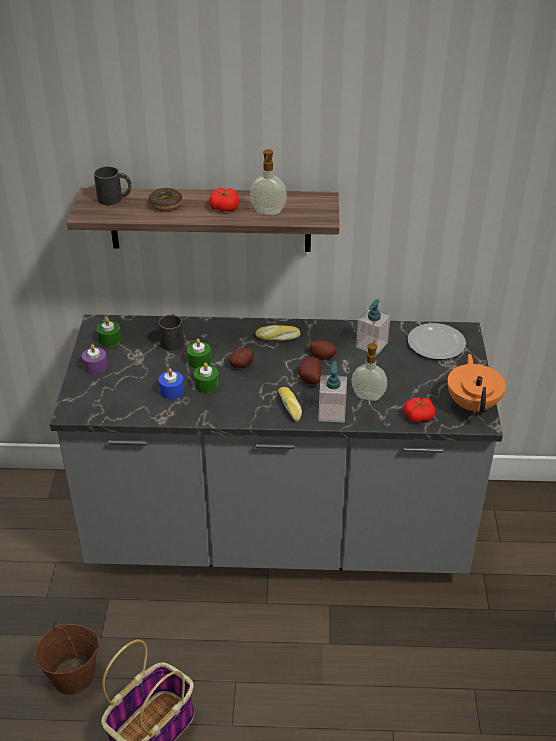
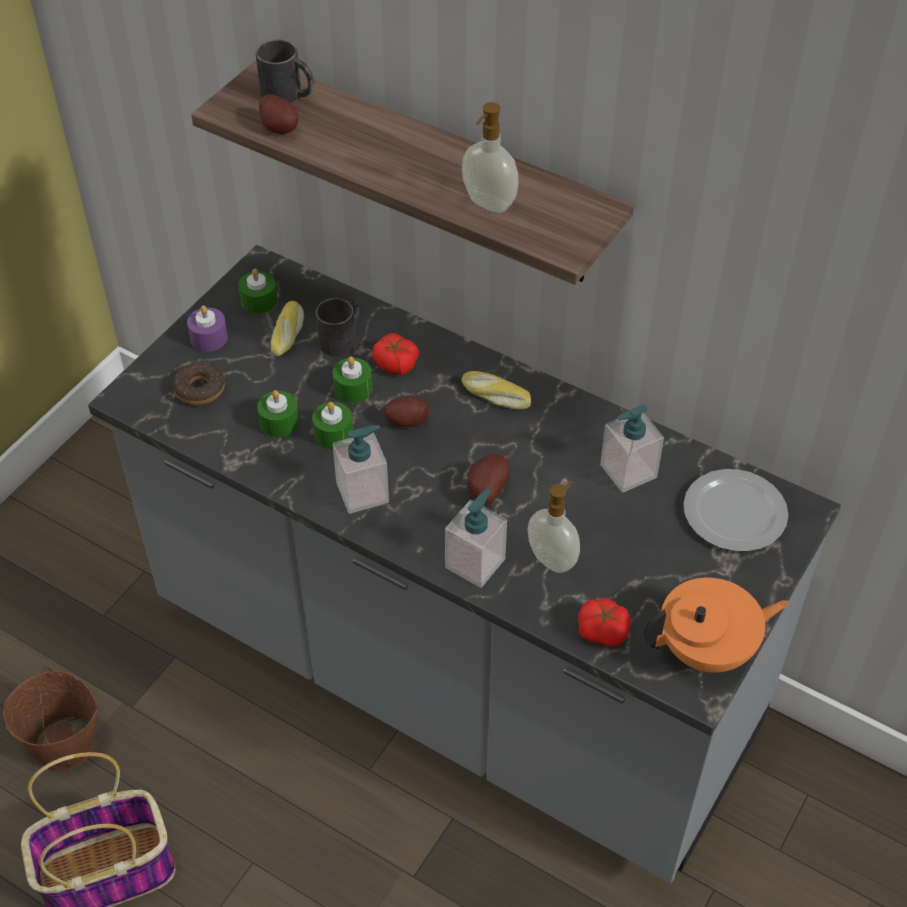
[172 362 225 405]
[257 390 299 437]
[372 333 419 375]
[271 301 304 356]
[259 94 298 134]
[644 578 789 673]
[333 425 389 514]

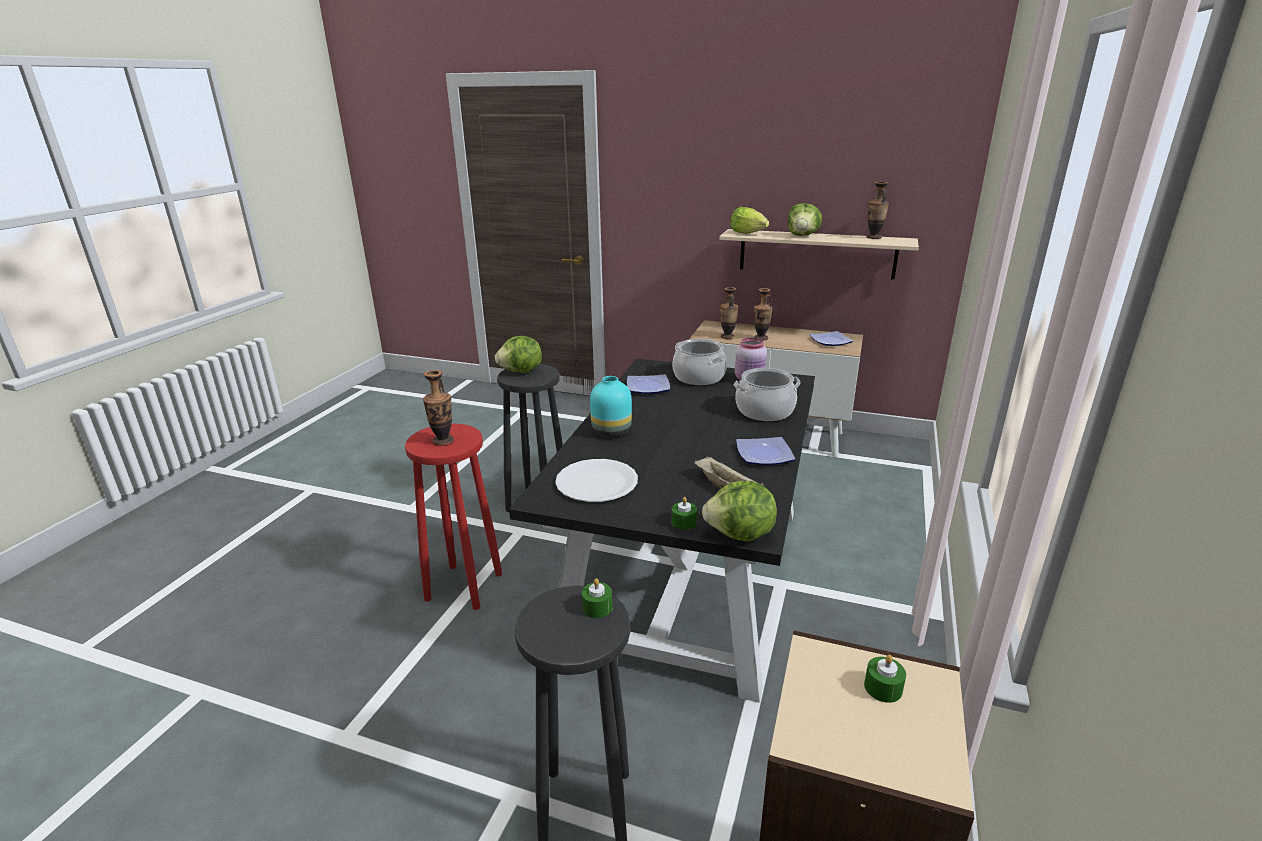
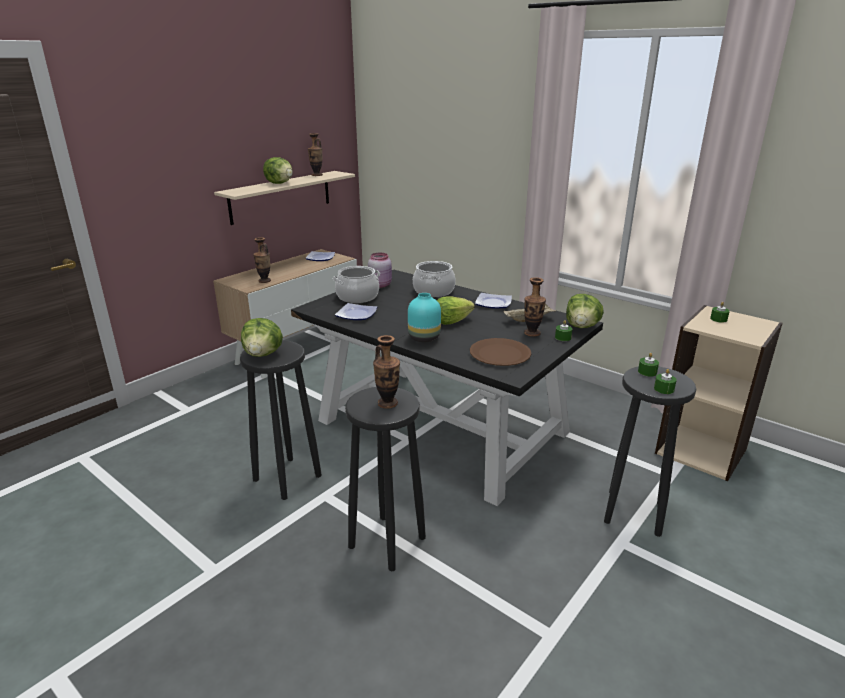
[345 387 426 571]
[470 338 531 366]
[437 296 475 325]
[524 277 546 337]
[654 369 677 394]

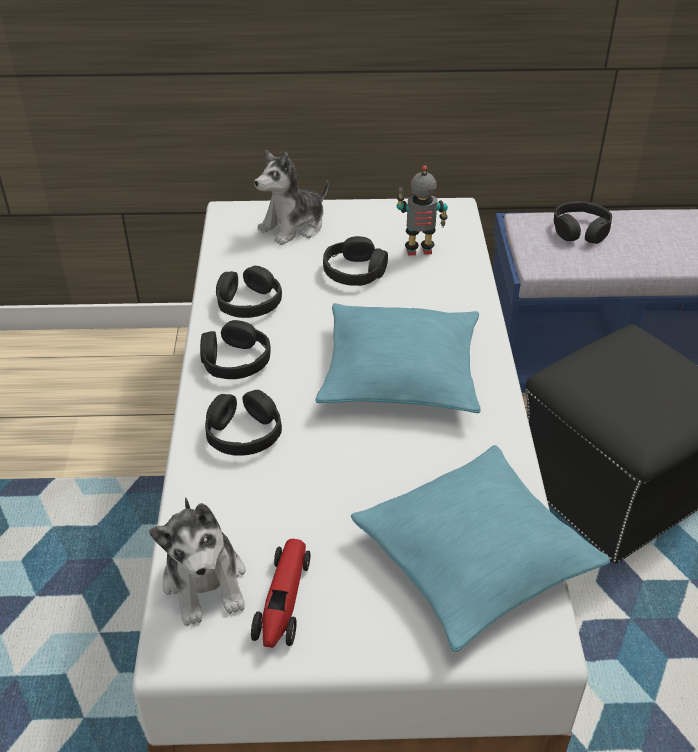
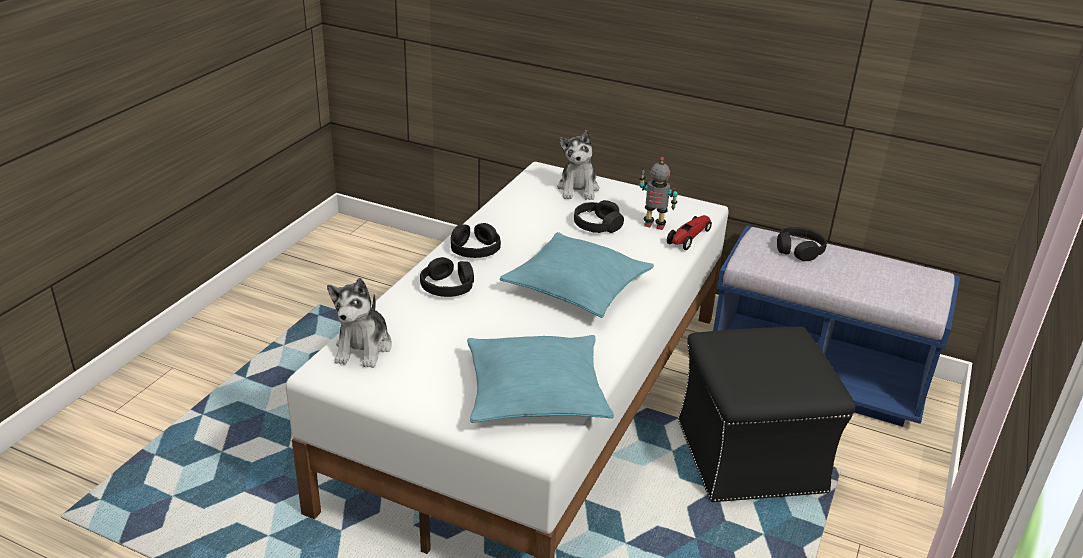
[216 266 282 318] (first image)
[667 215 712 250]
[557 130 599 200]

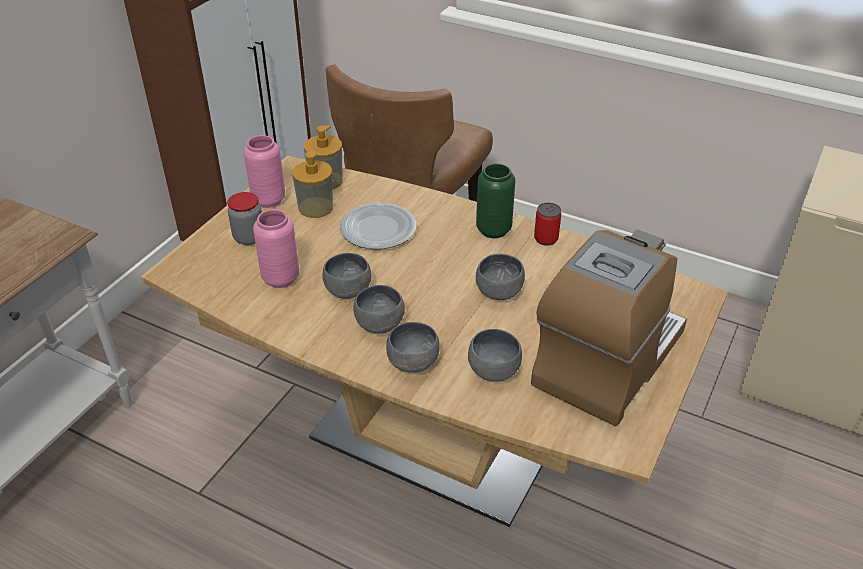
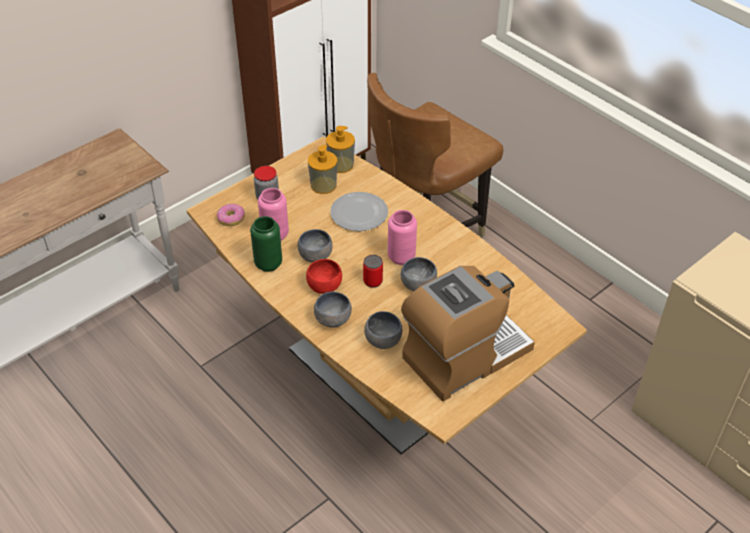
[388 210 417 265]
[306 259 342 294]
[250 216 282 272]
[363 255 383 288]
[217 204 245 226]

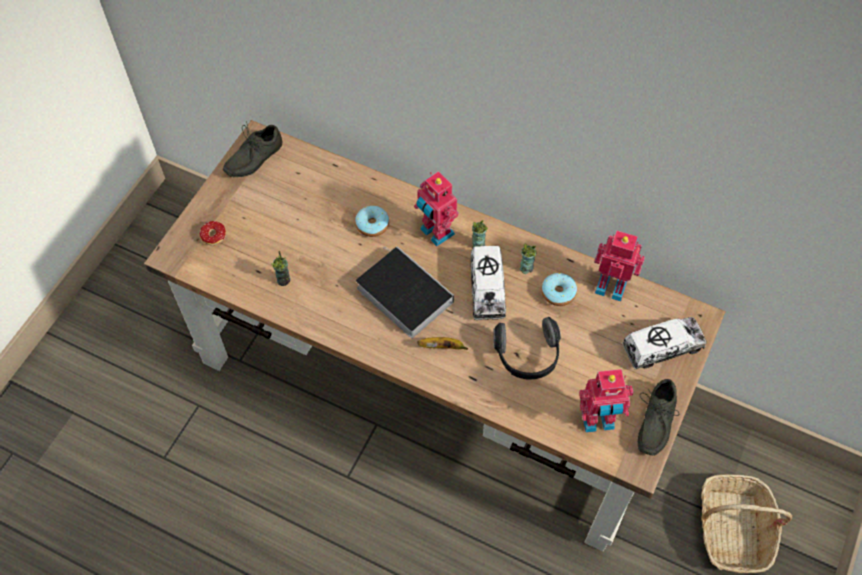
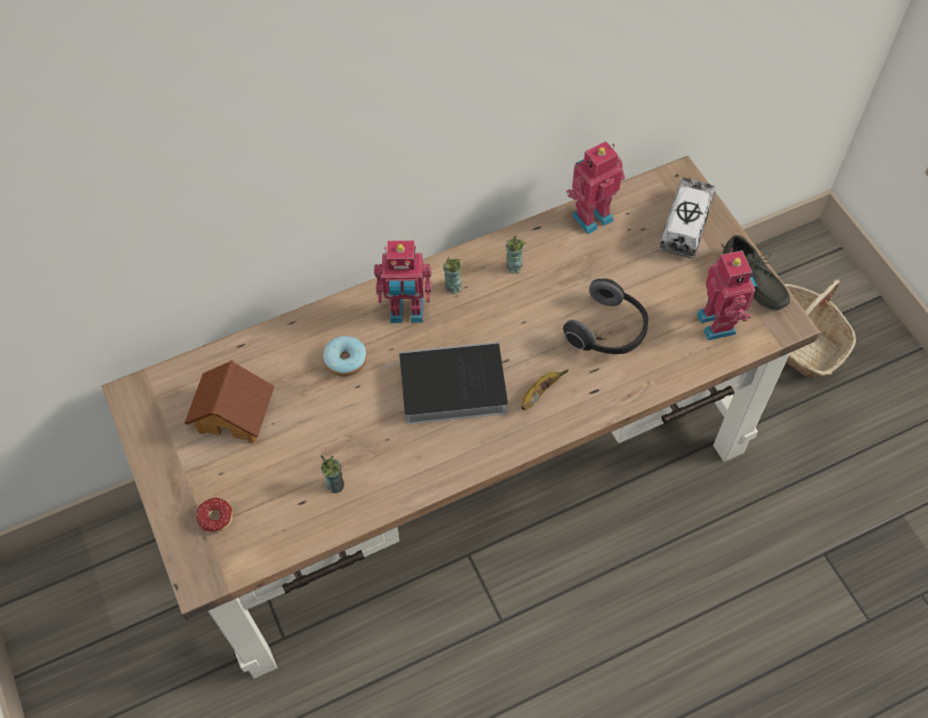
[223 121 282 177] (first image)
[470 246 506 320] (first image)
[541 273 577 306] (first image)
[697 248 758 340]
[184 360 275 443]

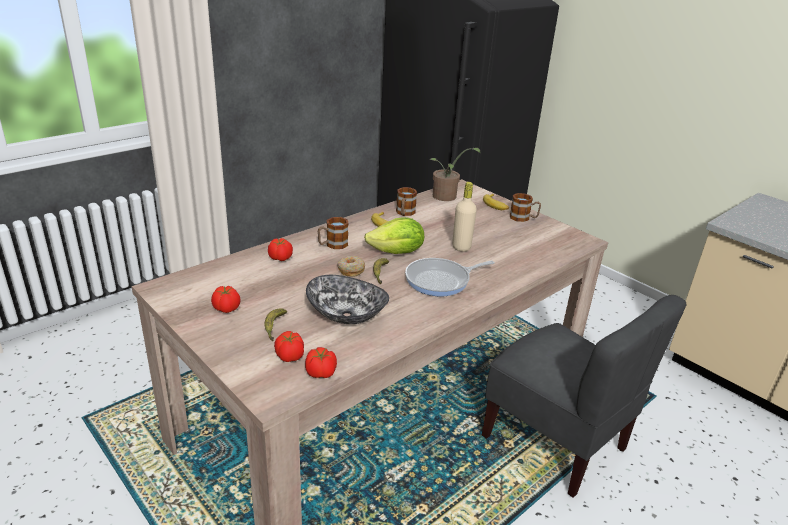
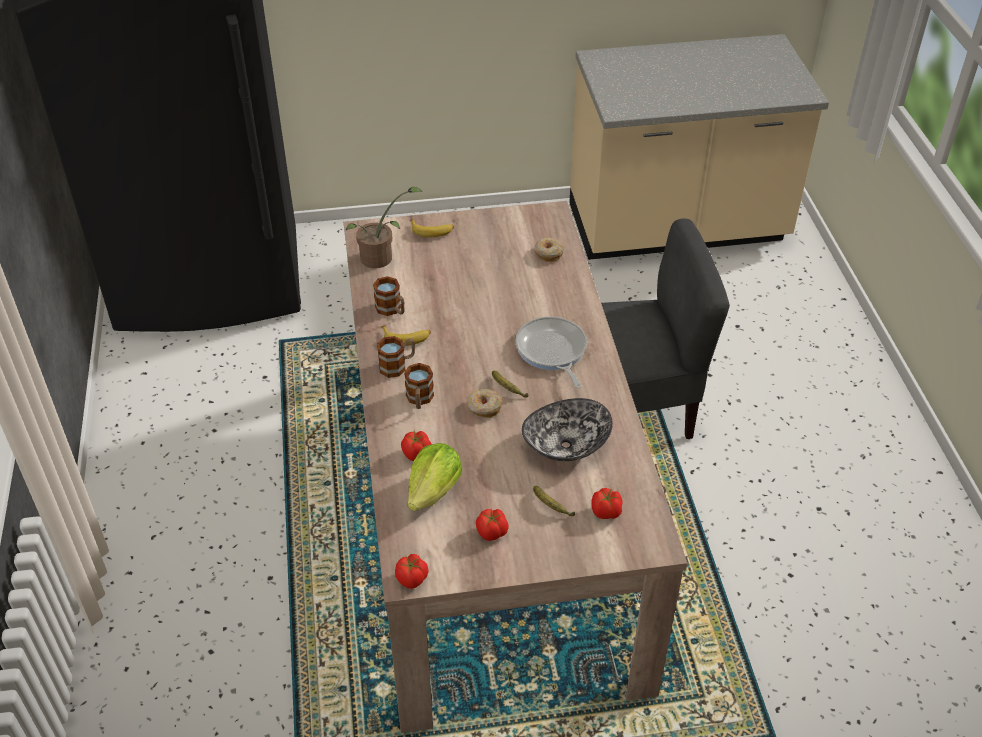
[395 554 429 589]
[408 443 462 511]
[515 316 587 388]
[452 182 477 252] (first image)
[377 336 415 378]
[534 238 564 262]

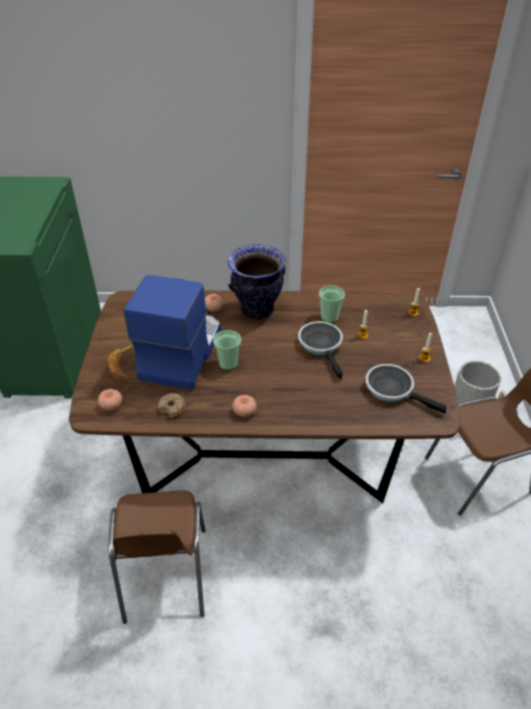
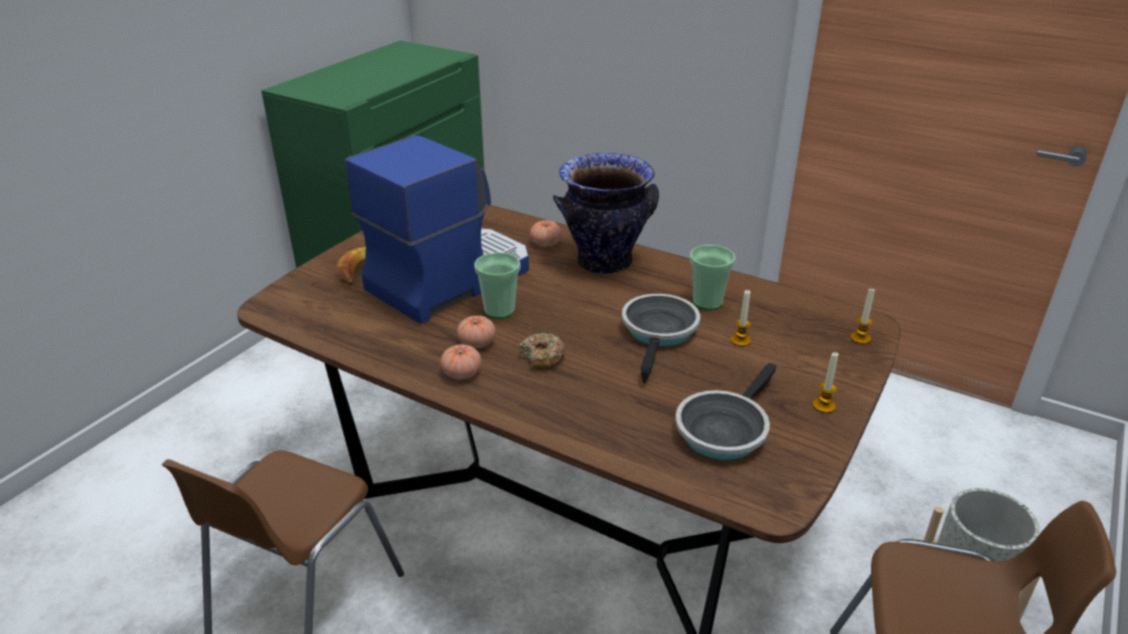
[457 316 496 348]
[519 333 566 370]
[675 363 777 460]

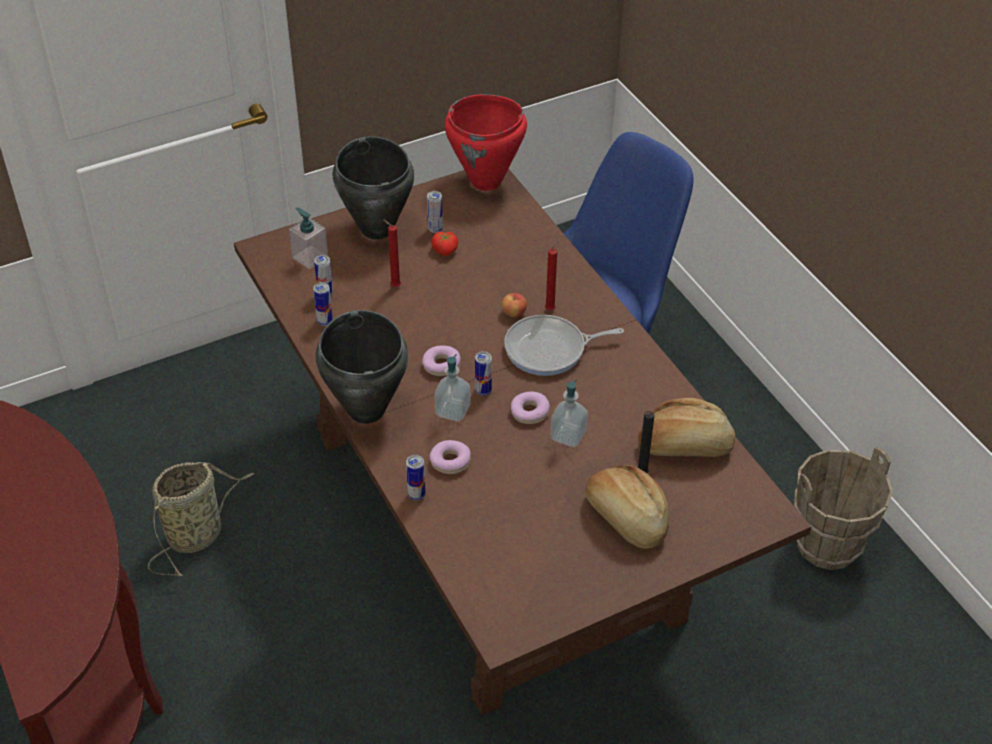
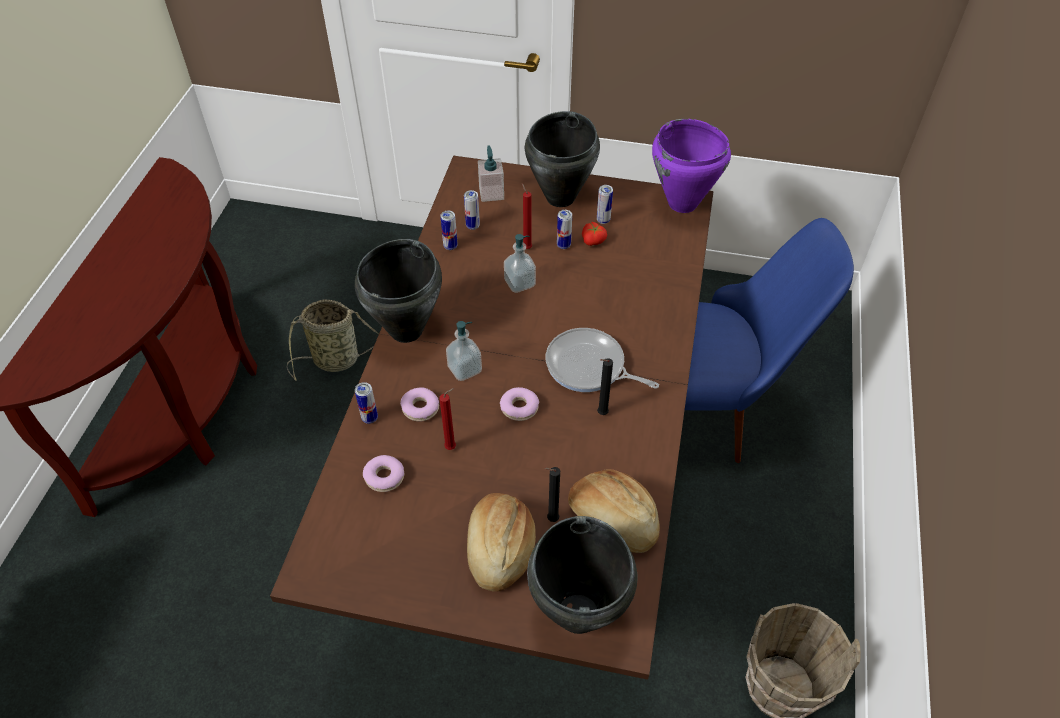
[363 455 404 492]
[652 119 731 213]
[557 210 572 249]
[502 293 527 317] (first image)
[439 388 456 450]
[504 234 536 293]
[527 516 637 634]
[597 358 613 415]

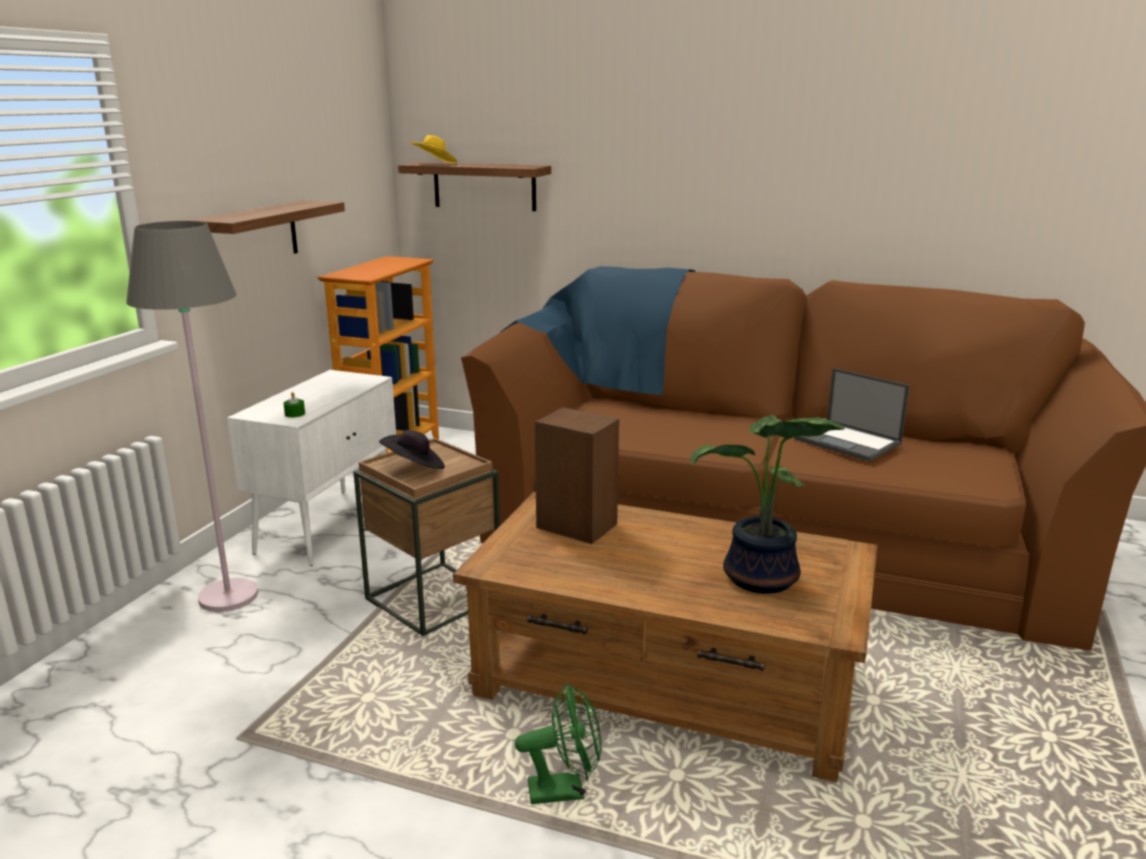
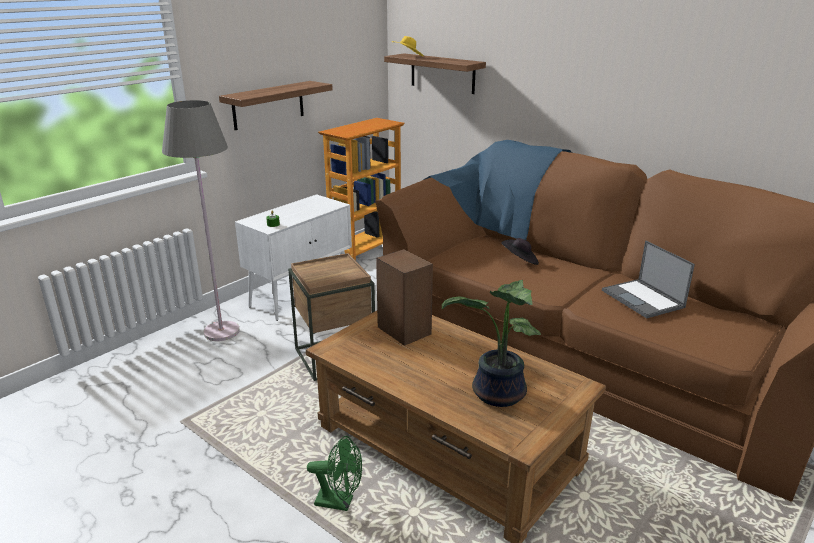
[501 238 539 265]

